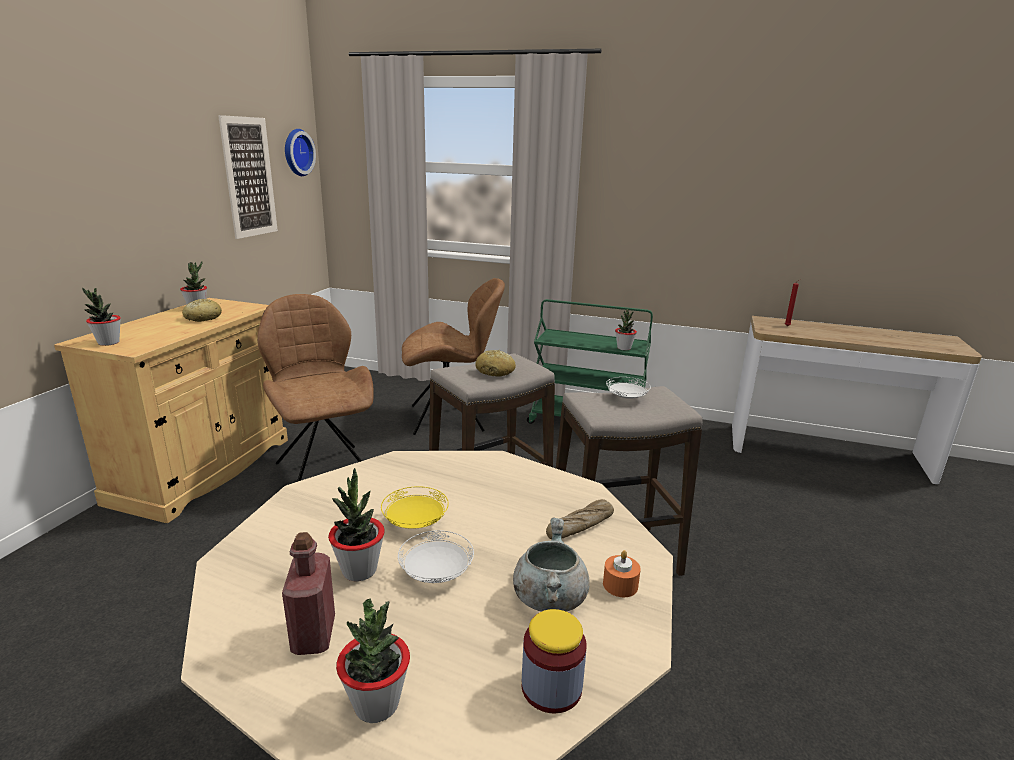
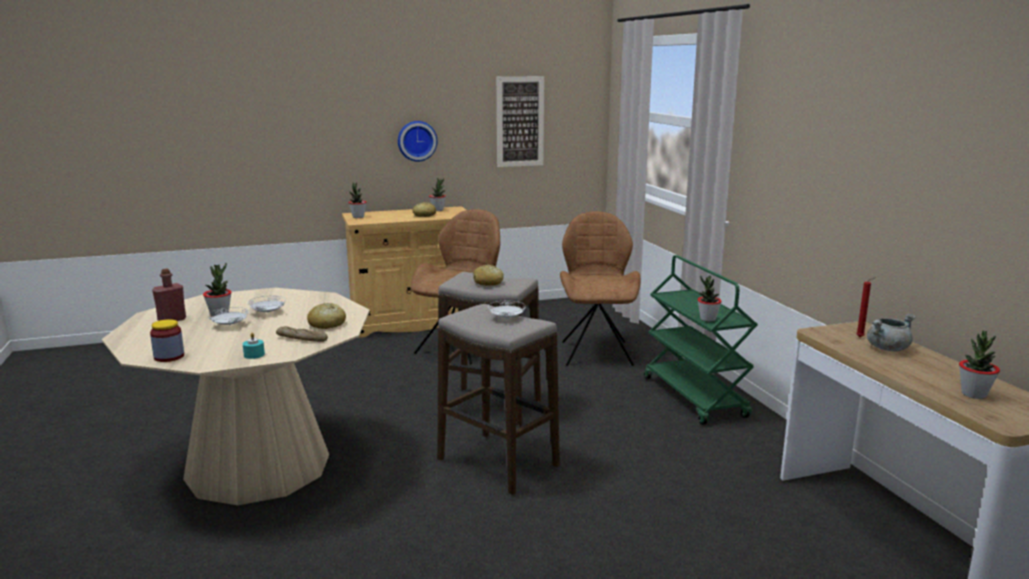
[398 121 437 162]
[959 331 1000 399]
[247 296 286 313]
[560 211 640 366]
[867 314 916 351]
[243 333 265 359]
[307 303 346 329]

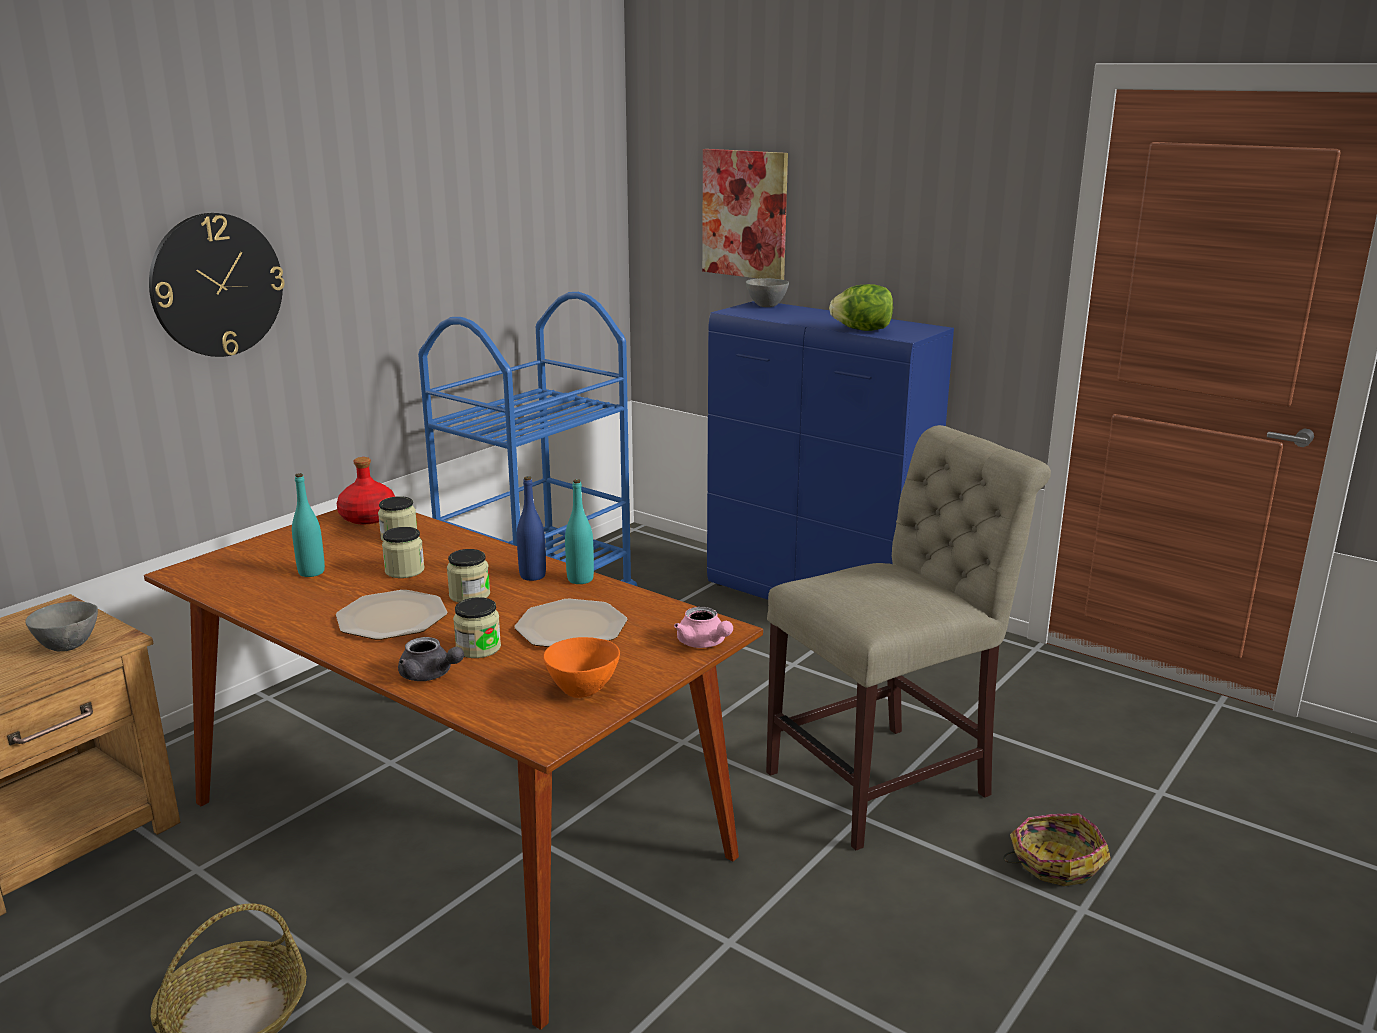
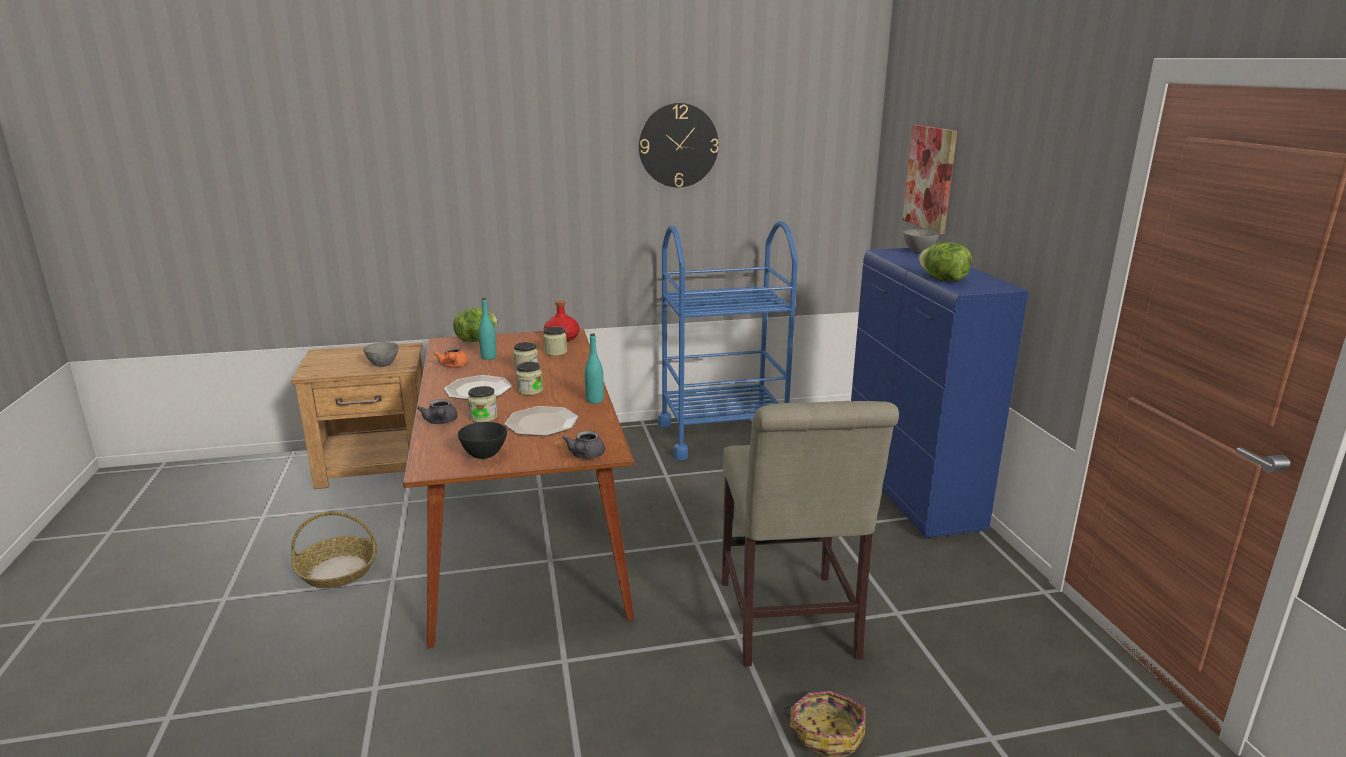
[639 103 719 187]
[517 476 546 581] (first image)
[458 422 507 459]
[562 431 605 459]
[722 401 899 667]
[434 347 468 368]
[453 308 498 342]

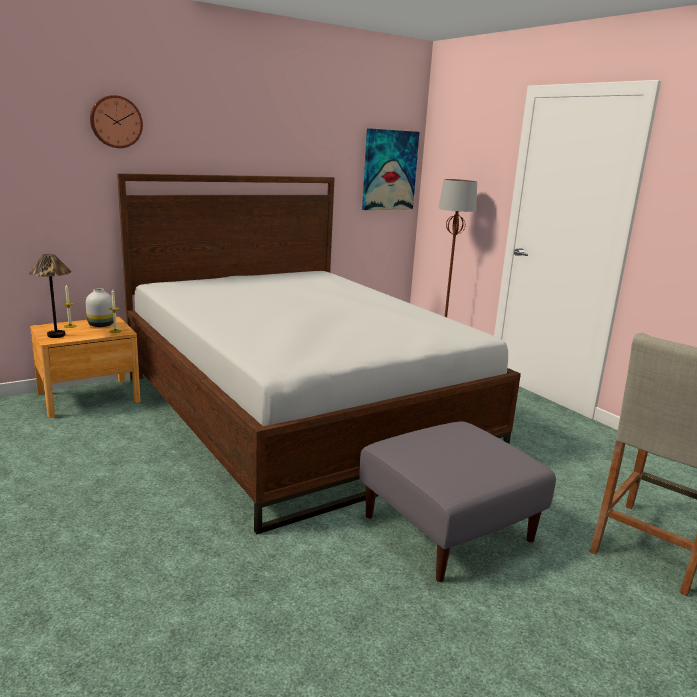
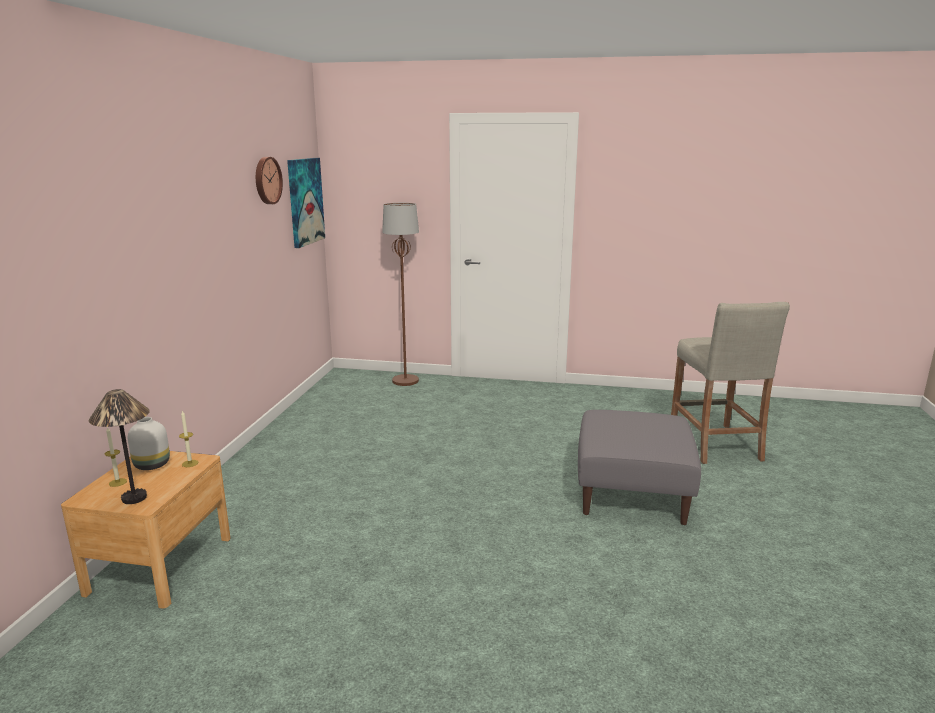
[256 157 283 204]
[117 173 521 534] (first image)

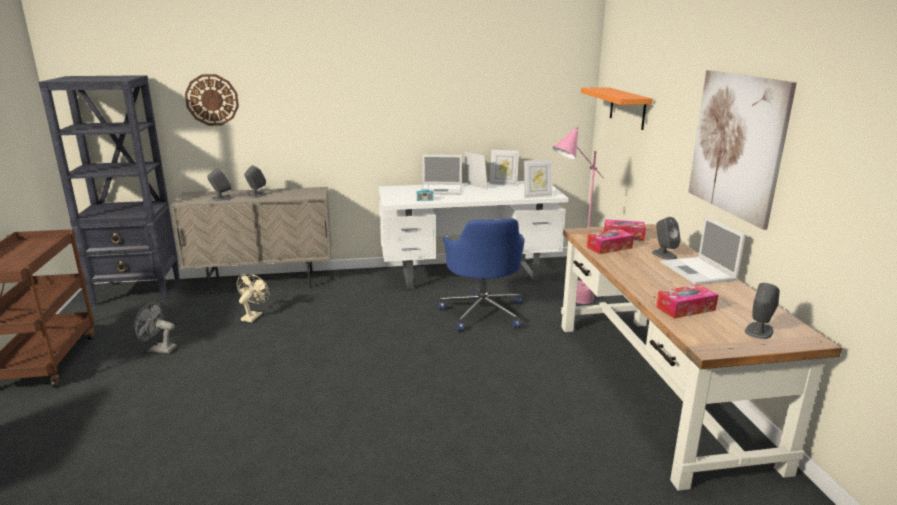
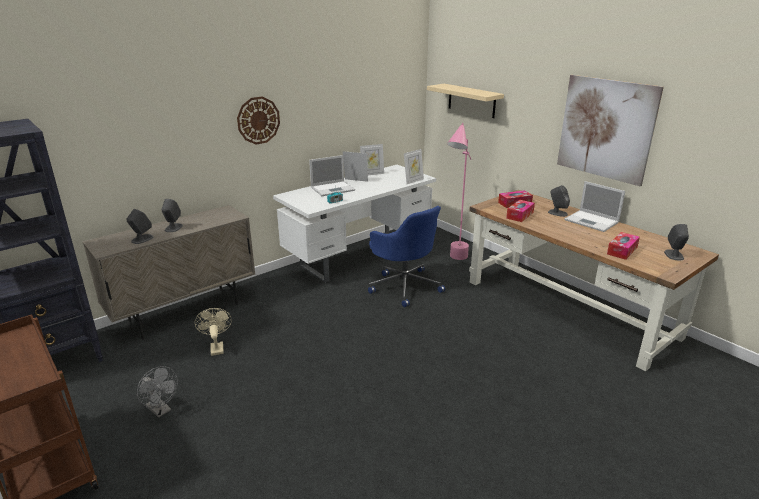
[137 366 178 418]
[237 96 280 145]
[427 84 504 118]

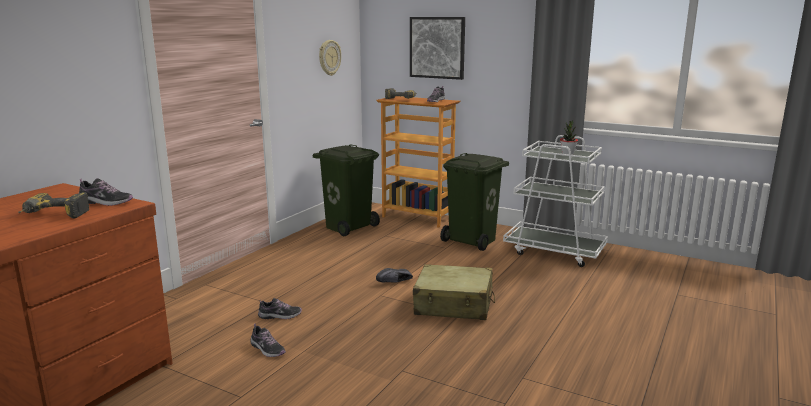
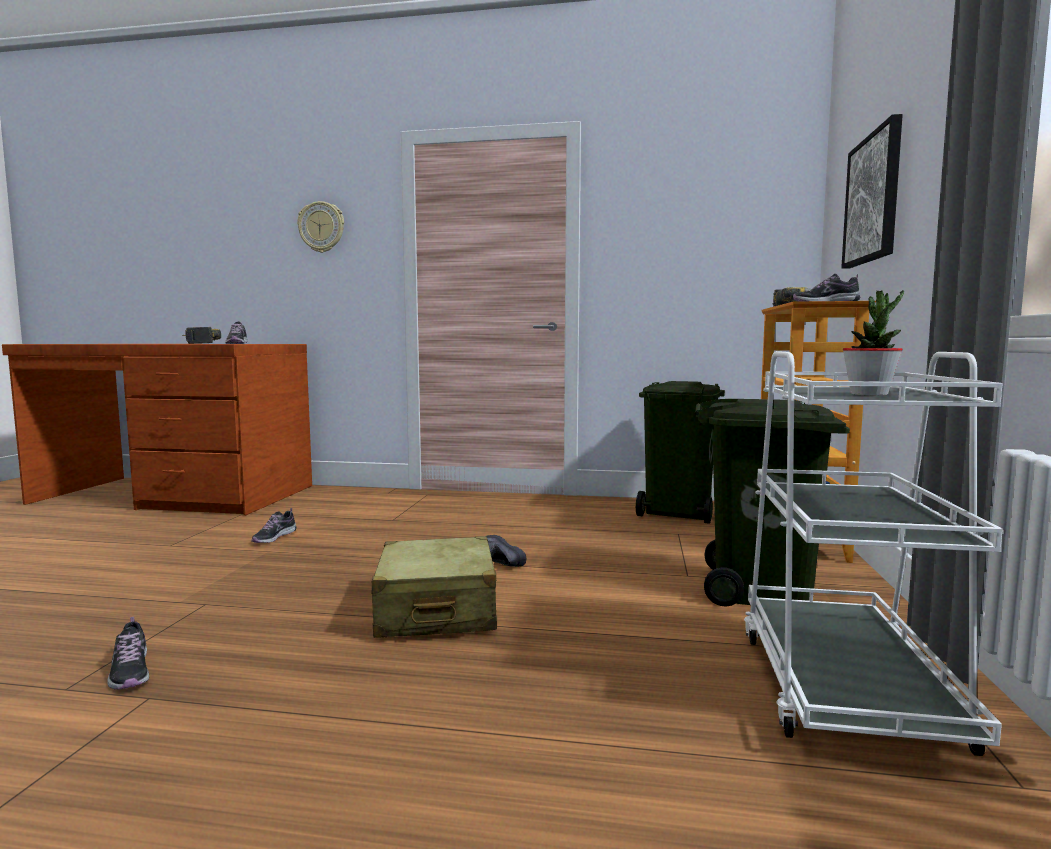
[107 617 149 690]
[297 201 344 253]

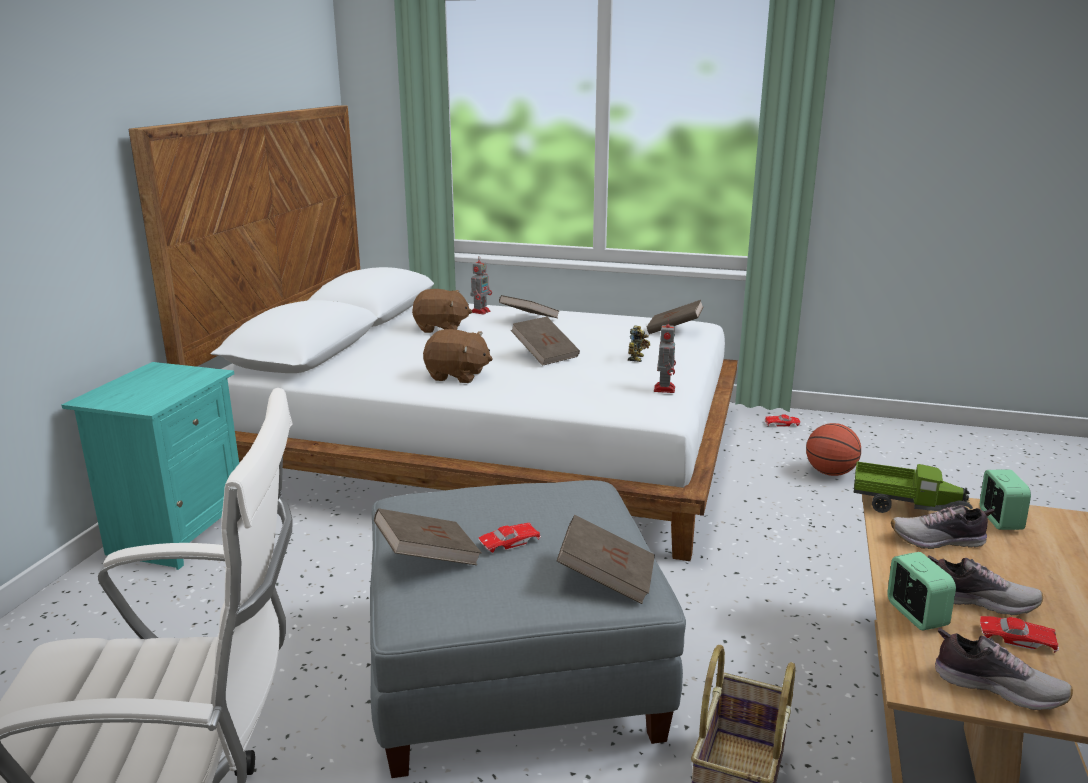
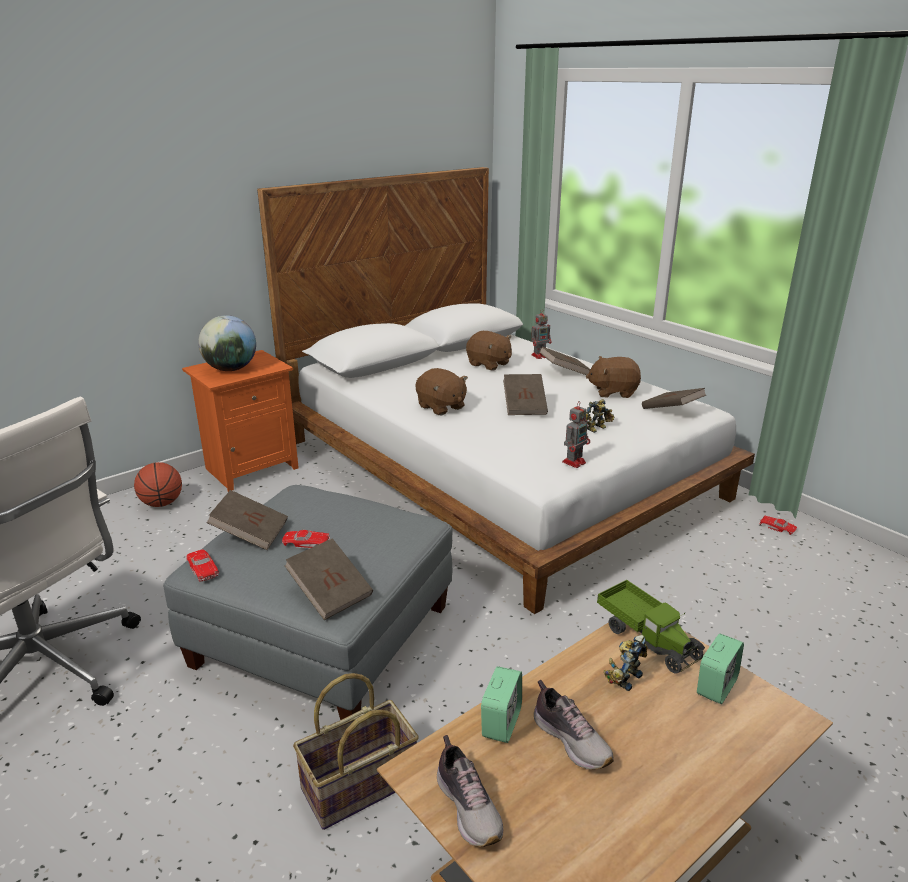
[182 350 299 492]
[134 462 182 507]
[604 635 648 691]
[186 549 219 582]
[198 315 256 371]
[586 356 641 398]

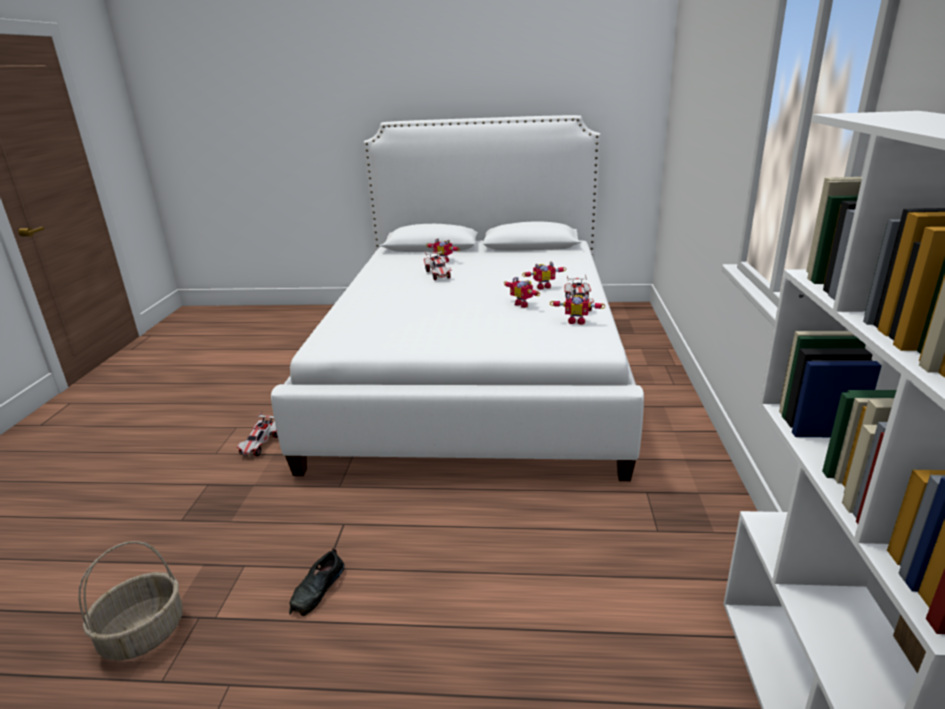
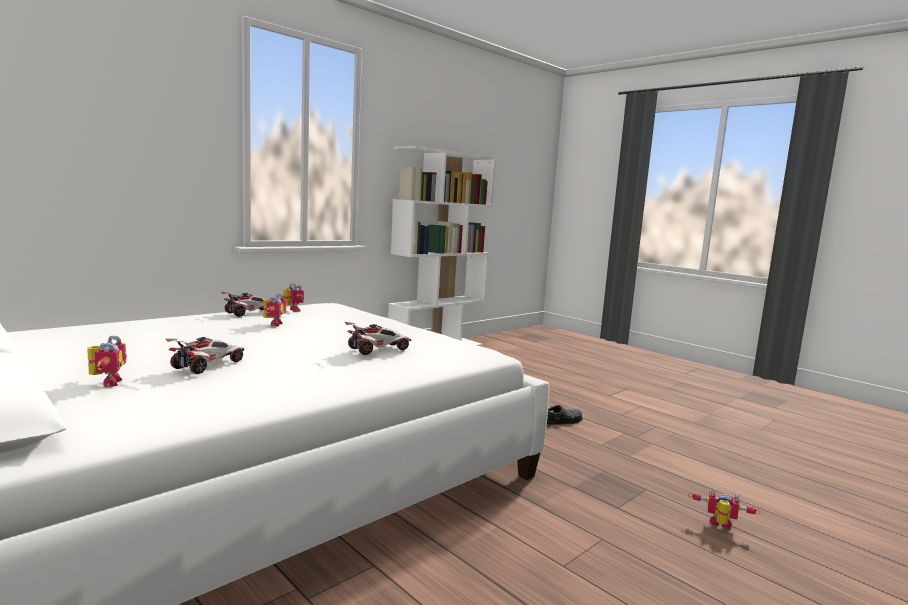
[78 541 183 661] (first image)
[345 322 411 355]
[688 488 761 528]

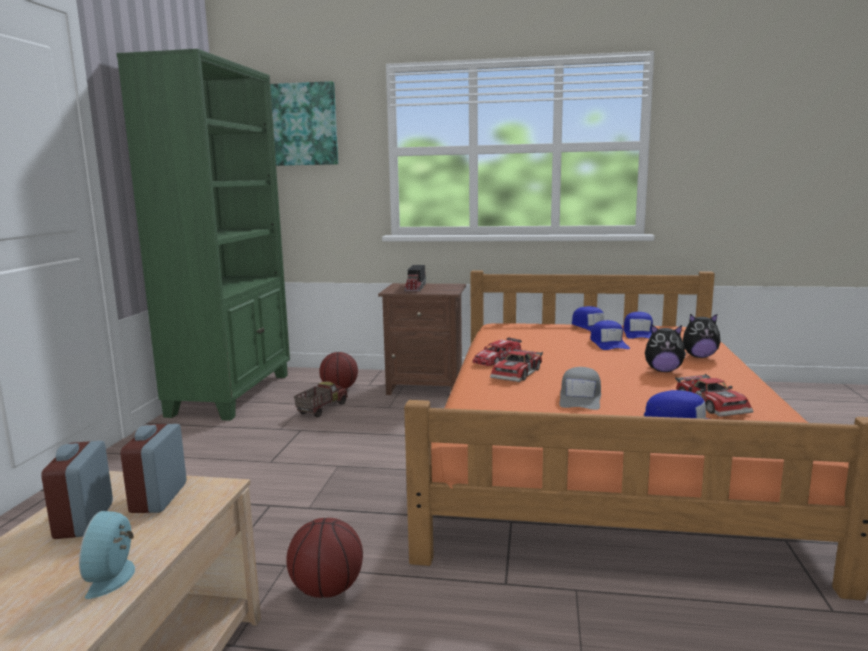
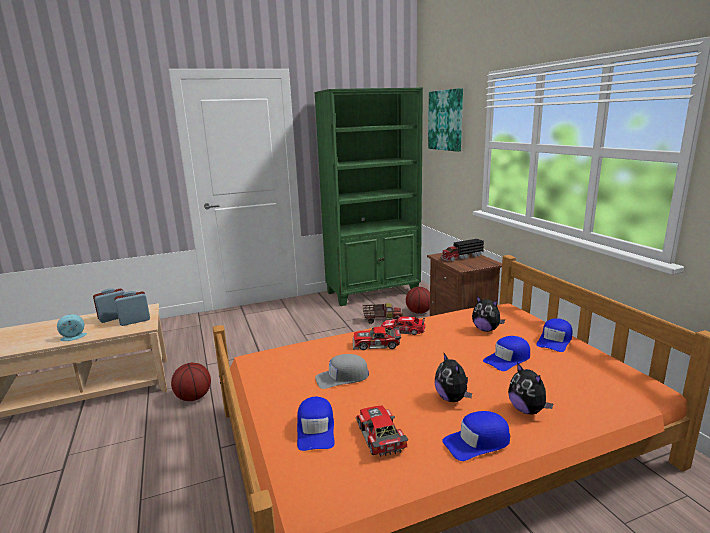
[442 411 510 461]
[356 406 408 457]
[472 296 505 332]

